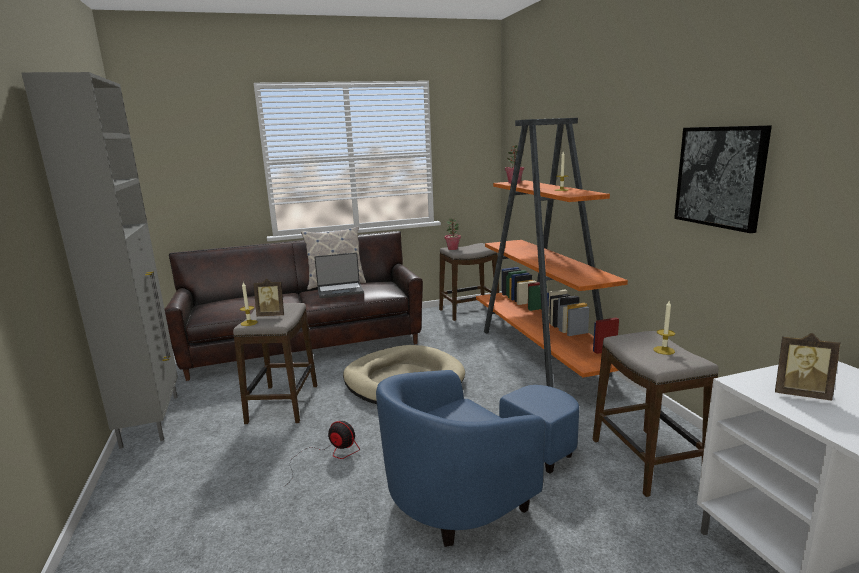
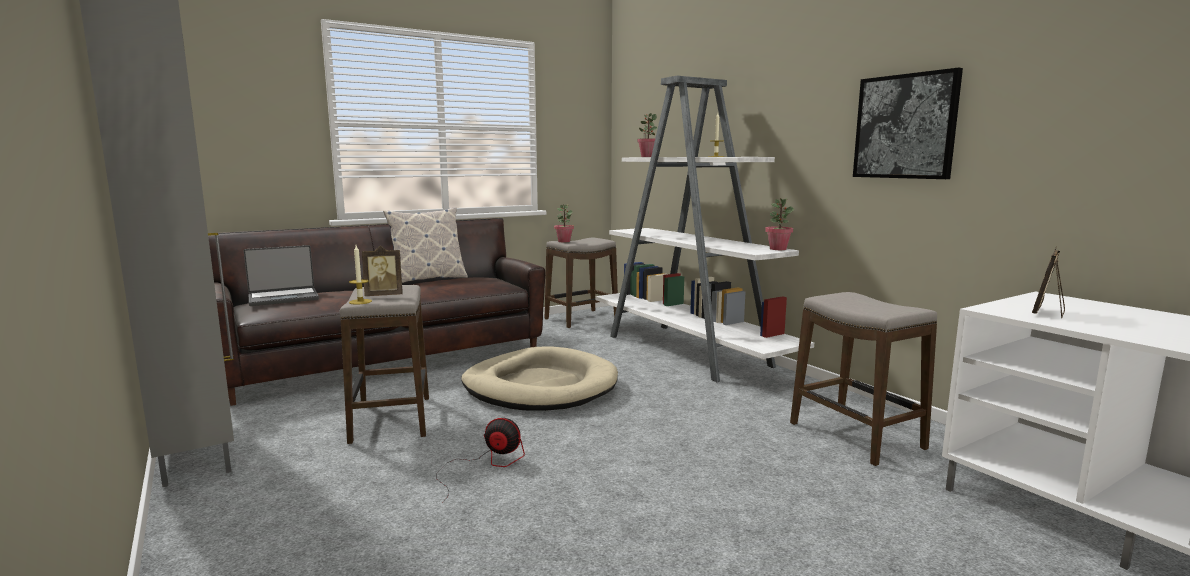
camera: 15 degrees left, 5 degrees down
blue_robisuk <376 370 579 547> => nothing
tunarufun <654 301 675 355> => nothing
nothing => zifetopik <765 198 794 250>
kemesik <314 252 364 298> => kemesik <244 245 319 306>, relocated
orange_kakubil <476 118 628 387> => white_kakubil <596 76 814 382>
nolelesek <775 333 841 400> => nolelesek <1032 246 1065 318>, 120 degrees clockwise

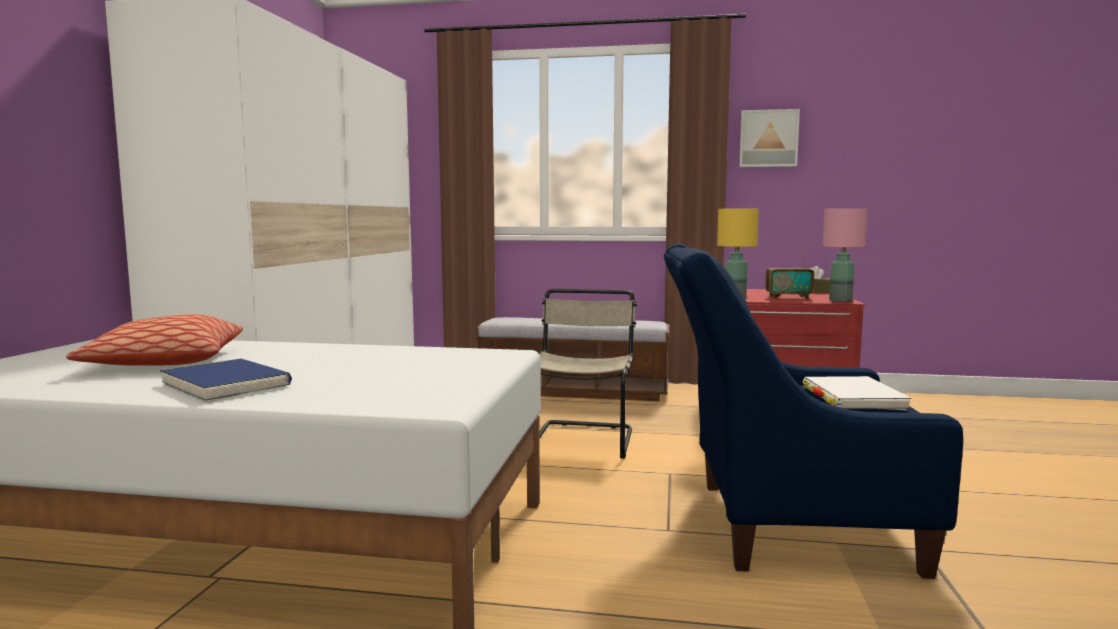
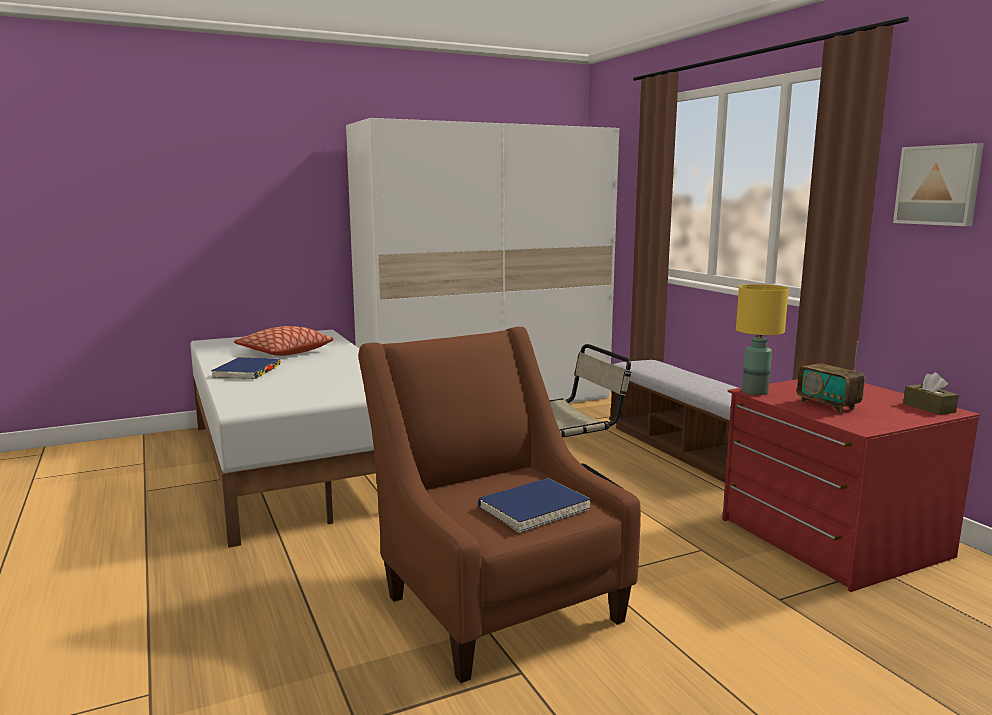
camera: 55 degrees right, 5 degrees up
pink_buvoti <823 208 868 302> => nothing
blue_robisuk <664 243 963 579> => brown_robisuk <359 327 641 683>
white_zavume <803 376 911 411> => blue_zavume <478 478 591 533>

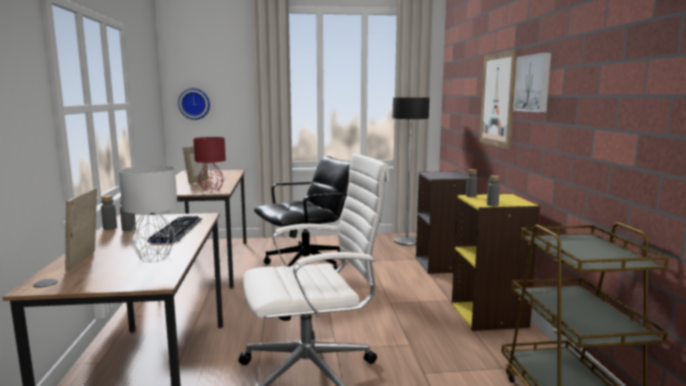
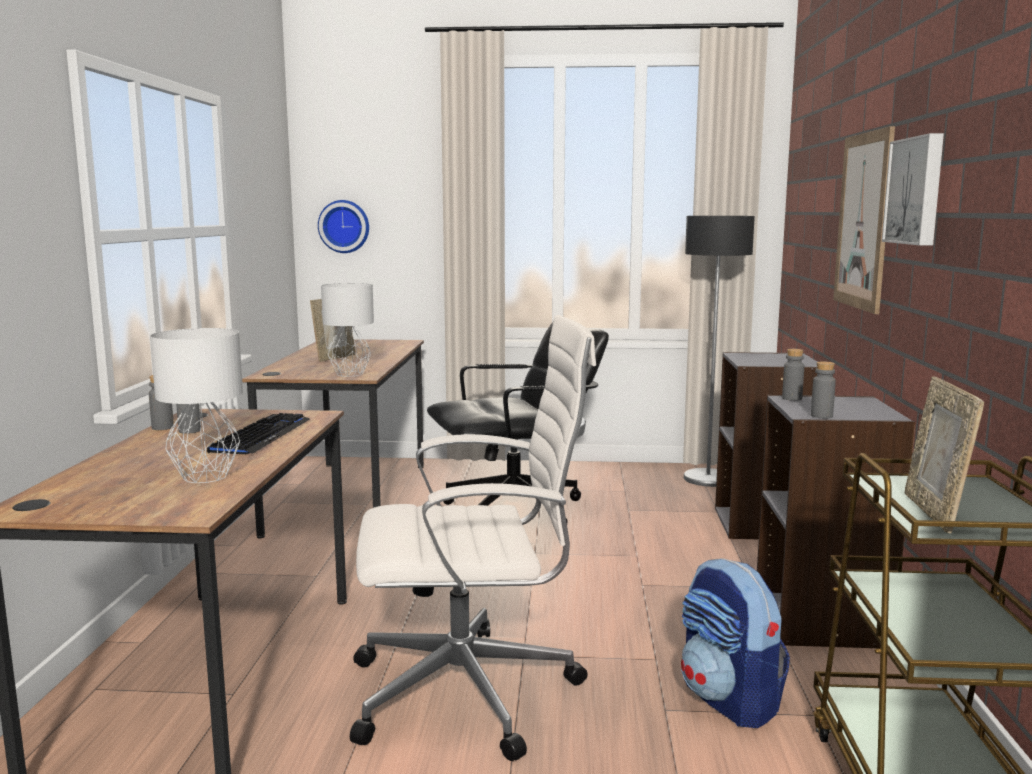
camera: 10 degrees right, 0 degrees up
nothing => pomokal <681 558 790 728>
nolelesek <65 188 97 272> => nolelesek <905 376 984 533>, relocated
red_buvoti <193 137 226 192> => grey_buvoti <321 283 374 377>
yellow_kakubil <452 193 541 331> => grey_kakubil <757 395 915 648>

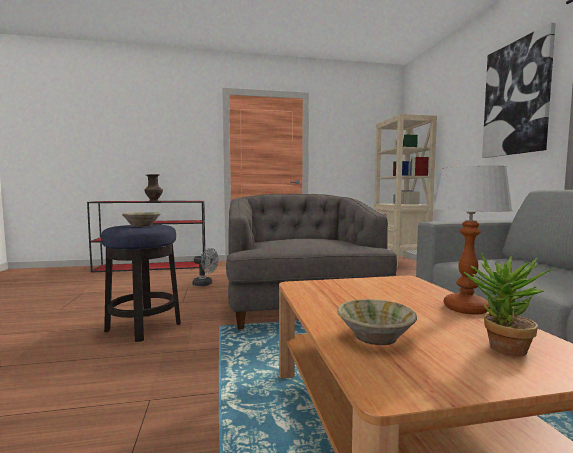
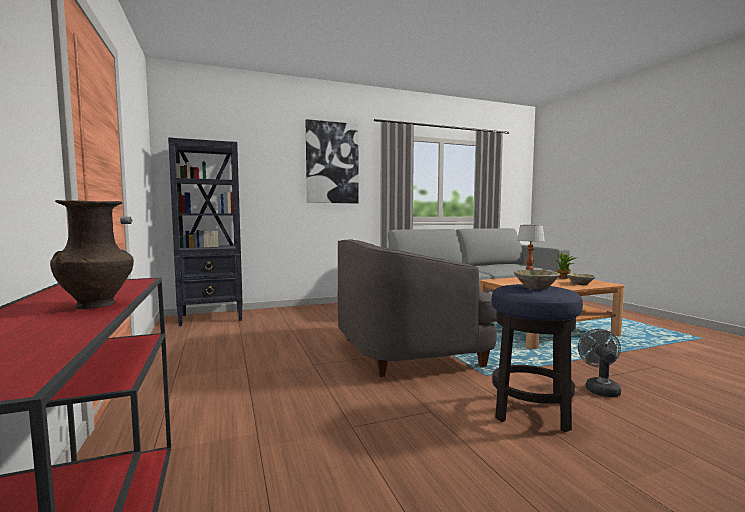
camera: 100 degrees left, 0 degrees up
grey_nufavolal <192 248 218 286> => grey_nufavolal <578 329 621 397>, relocated
beige_kakubil <374 114 437 267> => black_kakubil <168 137 243 326>

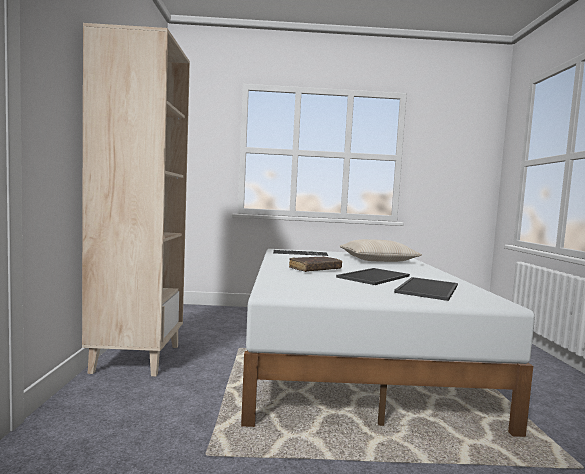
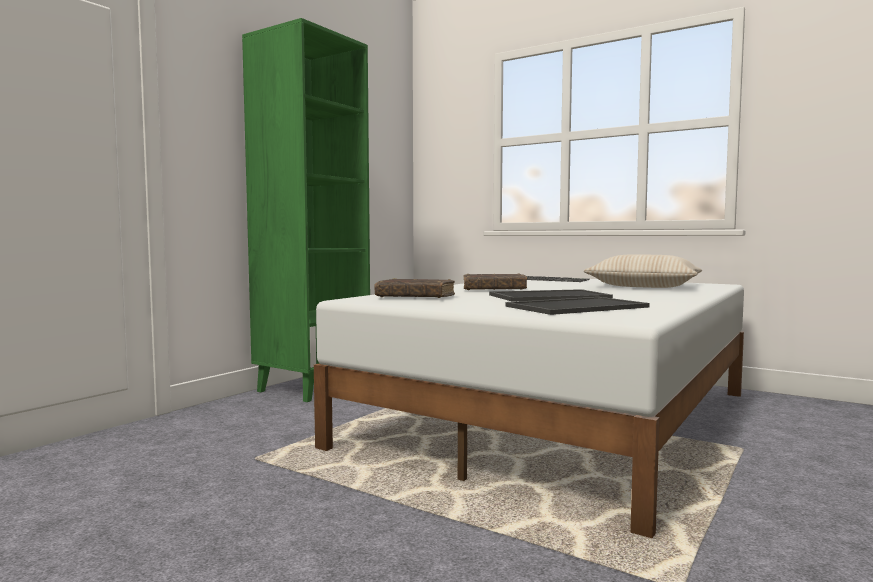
camera: 35 degrees right, 0 degrees up
nothing => brown_zavume <374 278 455 298>
beige_kakubil <82 23 190 376> => green_kakubil <242 18 370 402>

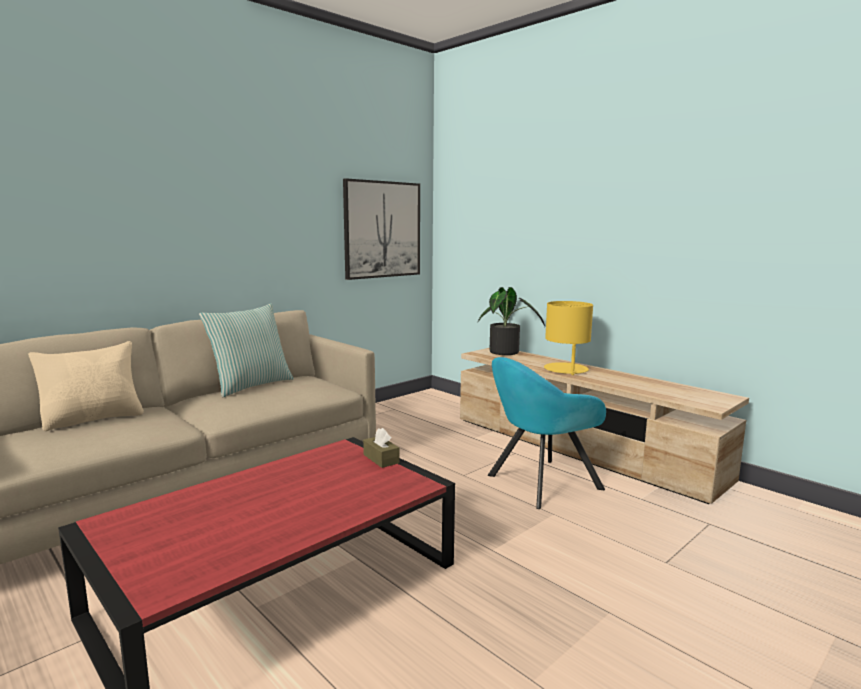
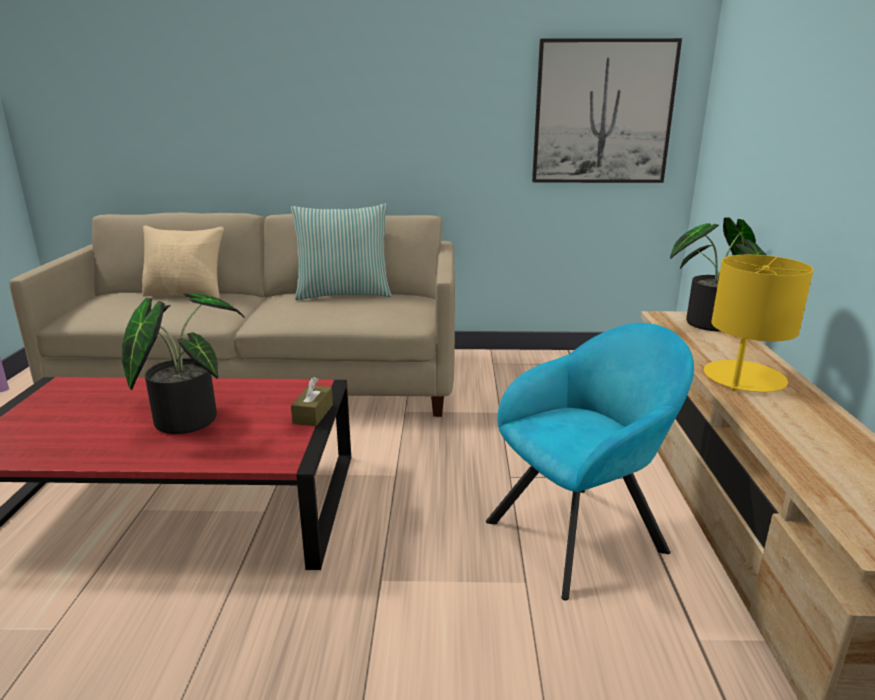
camera: 45 degrees right, 10 degrees up
nothing => zifetopik <122 293 245 434>
turquoise_robisuk <488 357 606 509> => turquoise_robisuk <486 323 694 600>, 135 degrees clockwise

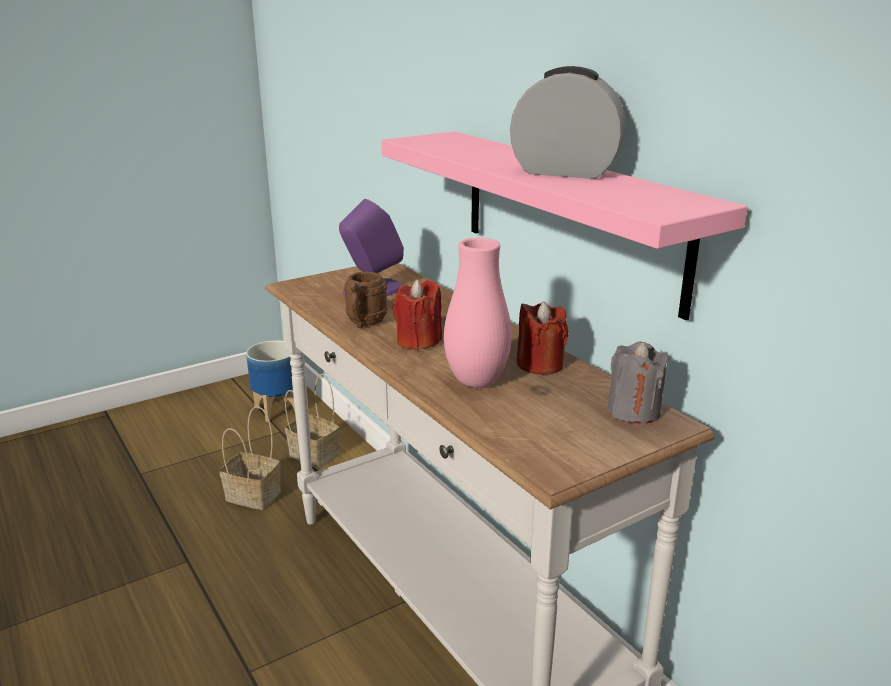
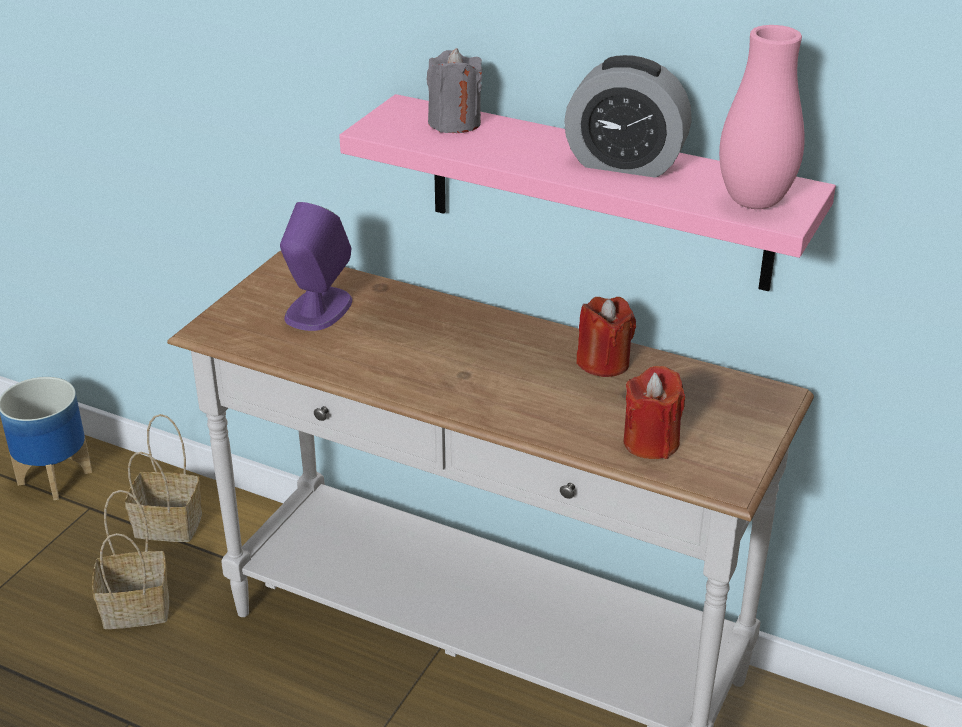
camera: 30 degrees left, 10 degrees up
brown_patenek <344 272 388 328> => nothing
red_tunarufun <393 279 442 350> => red_tunarufun <624 366 685 459>, relocated
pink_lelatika <444 238 512 388> => pink_lelatika <719 25 805 209>, relocated
grey_tunarufun <607 341 669 424> => grey_tunarufun <426 48 483 133>, relocated
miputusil <510 66 626 179> => miputusil <564 55 692 178>, 150 degrees counterclockwise

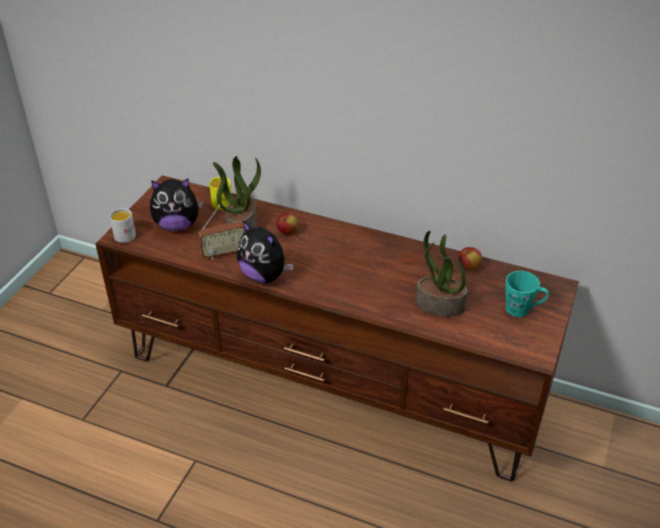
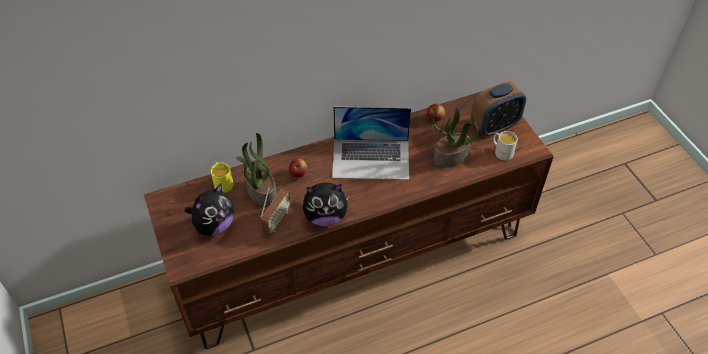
camera: 45 degrees left, 10 degrees up
nothing => kemesik <332 106 411 180>
white_patenek <110 208 136 243> => white_patenek <493 131 518 160>, relocated
turquoise_patenek <505 271 549 317> => miputusil <470 81 526 137>

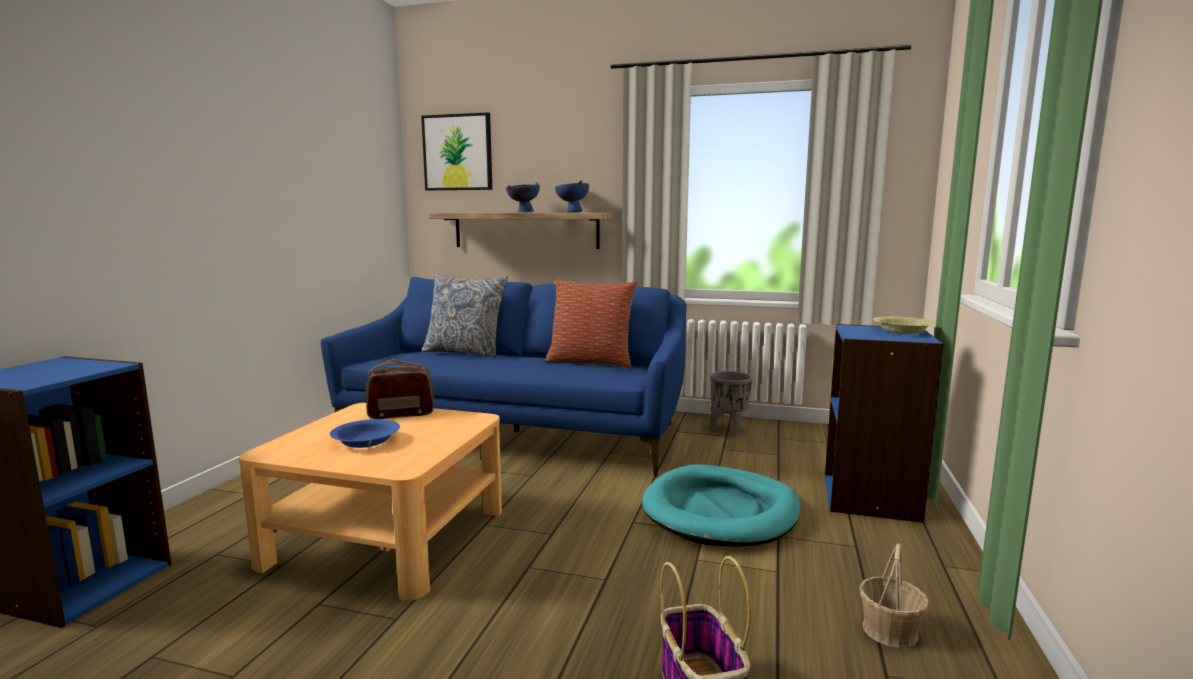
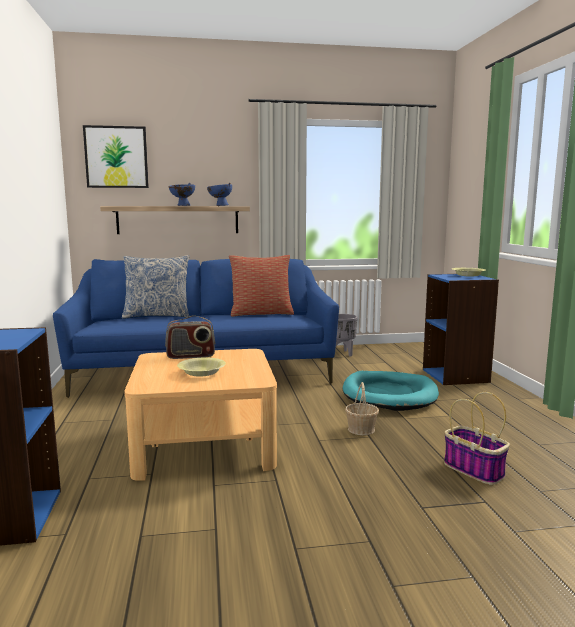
camera: 25 degrees left, 0 degrees up
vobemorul <859 543 929 648> => vobemorul <345 382 379 435>, relocated
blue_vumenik <330 419 400 448> => yellow_vumenik <177 358 226 376>
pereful <365 359 435 419> => pereful <165 315 215 359>, 150 degrees counterclockwise

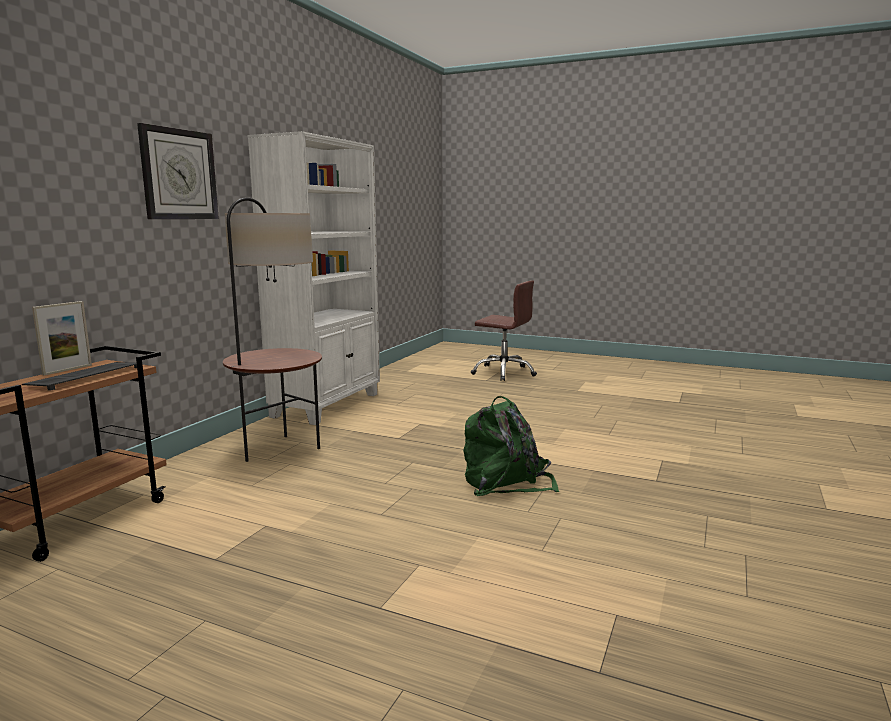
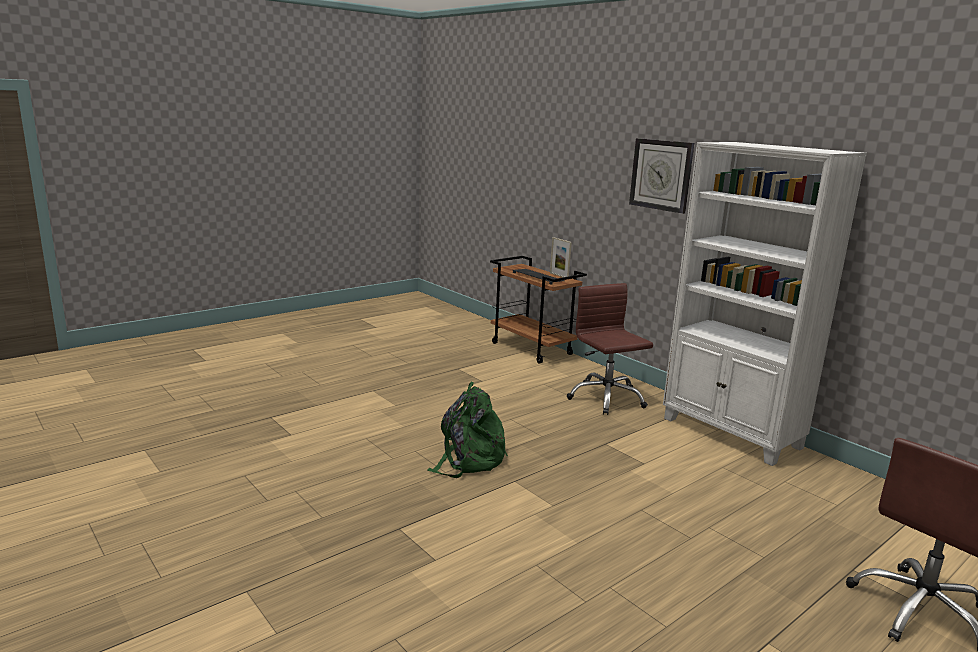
camera: 115 degrees right, 5 degrees up
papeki <223 197 322 462> => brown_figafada <566 283 653 415>

